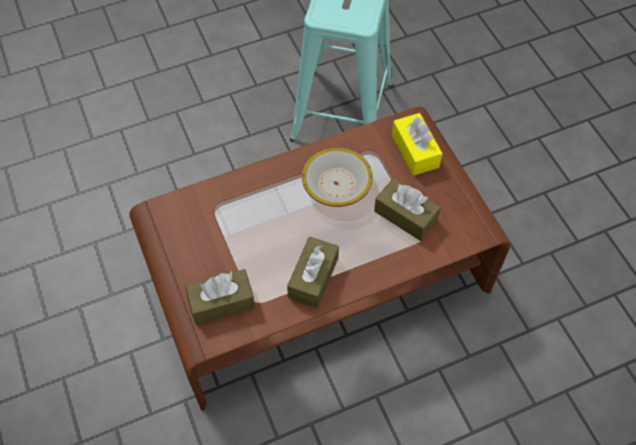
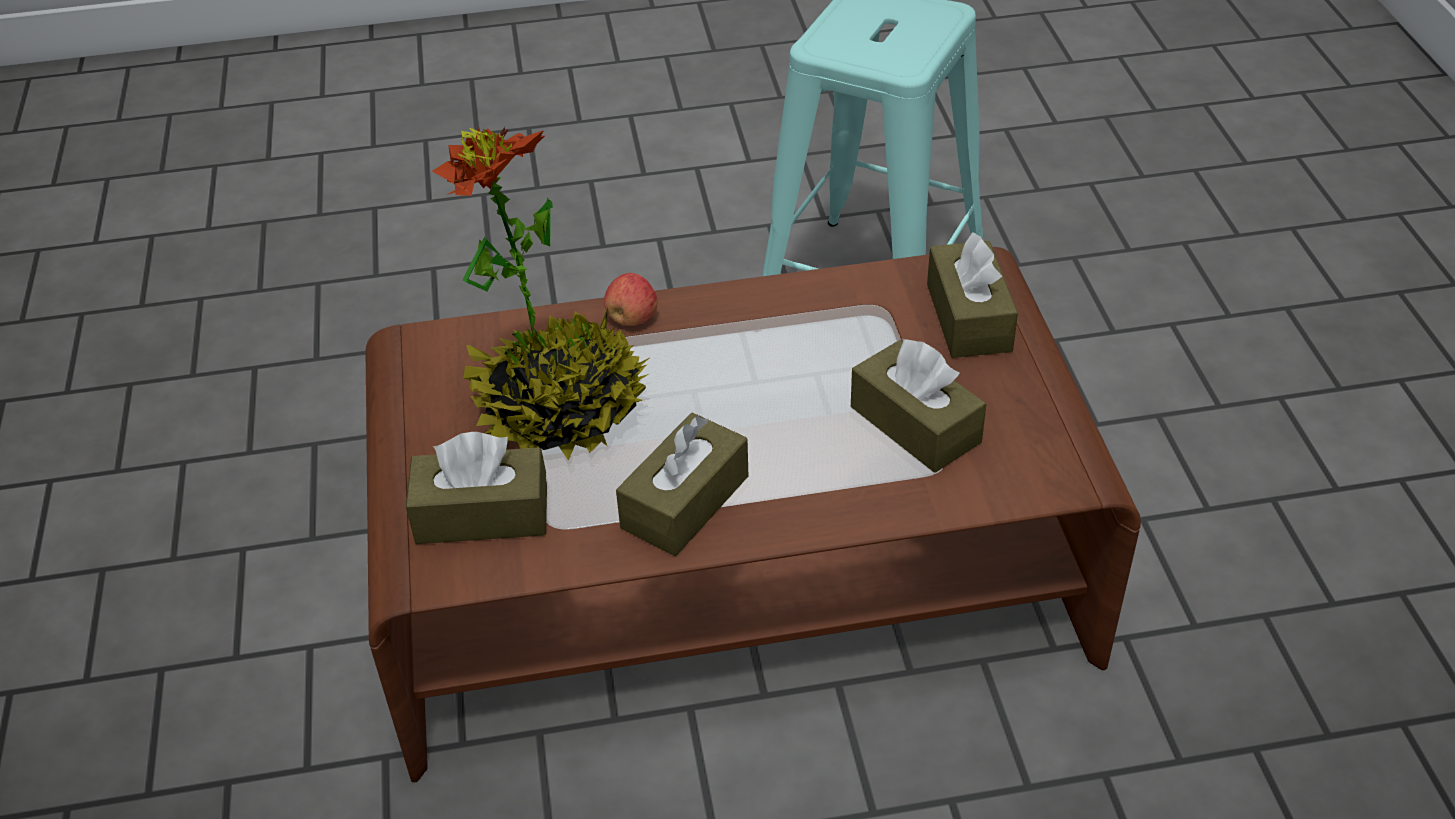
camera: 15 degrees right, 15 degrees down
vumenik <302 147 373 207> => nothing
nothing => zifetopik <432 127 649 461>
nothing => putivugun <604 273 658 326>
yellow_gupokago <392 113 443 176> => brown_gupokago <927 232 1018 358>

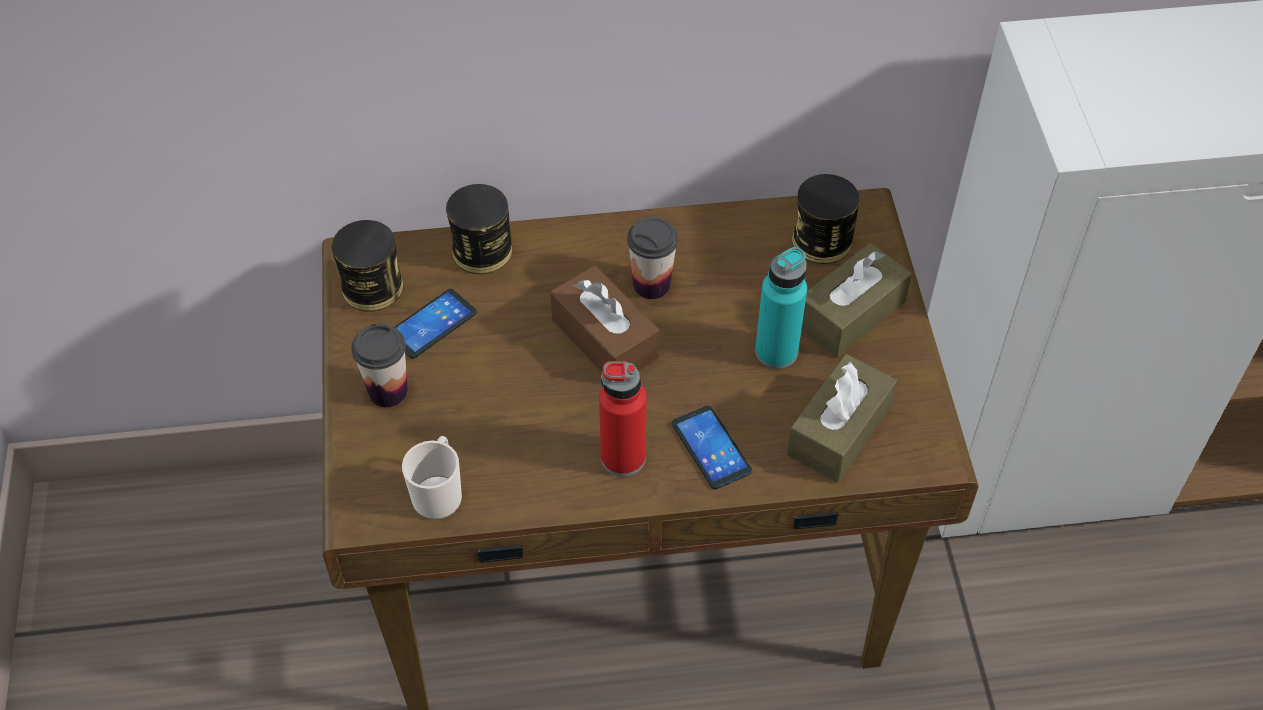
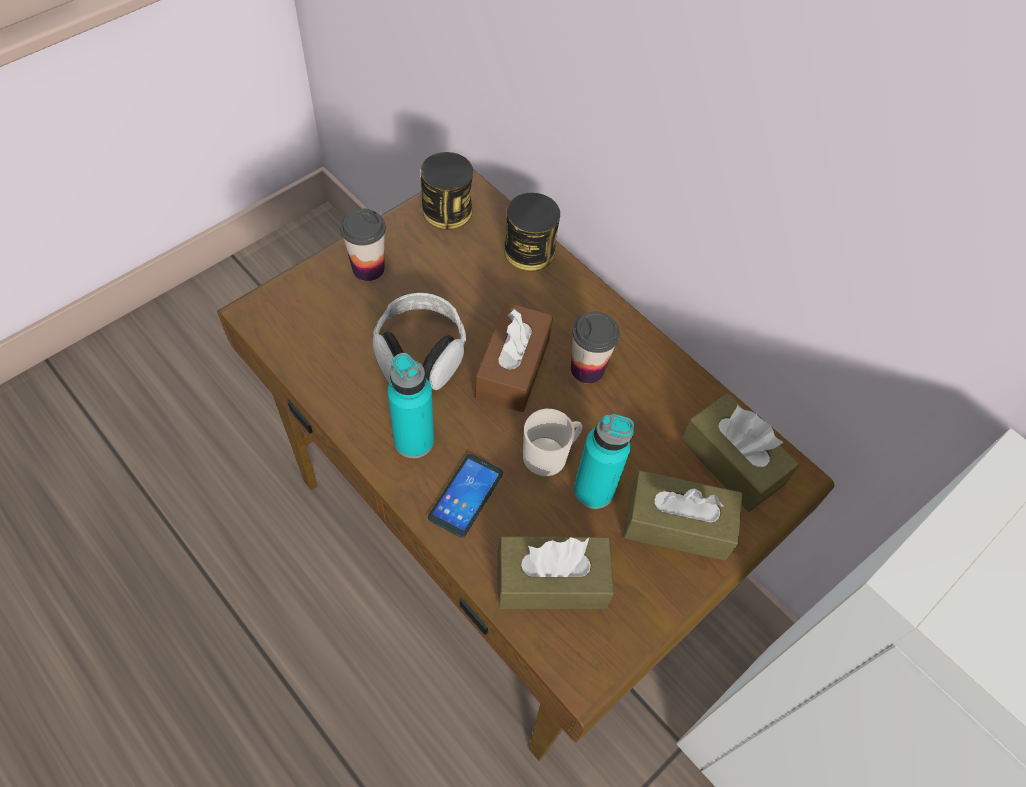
camera: 50 degrees right, 5 degrees up
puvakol <395 289 477 359> => nothing
nothing => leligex <373 293 466 390>
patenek <402 436 462 520> => patenek <523 409 583 477>, relocated
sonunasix <792 174 859 264> => brown_gupokago <681 394 799 512>
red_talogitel <599 361 647 477> => turquoise_talogitel <387 353 434 458>

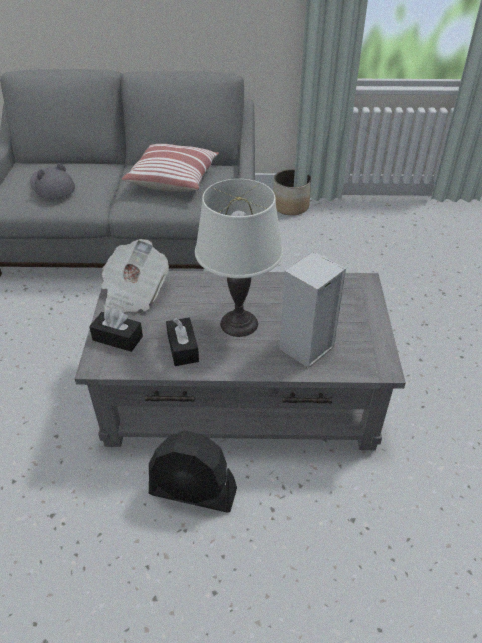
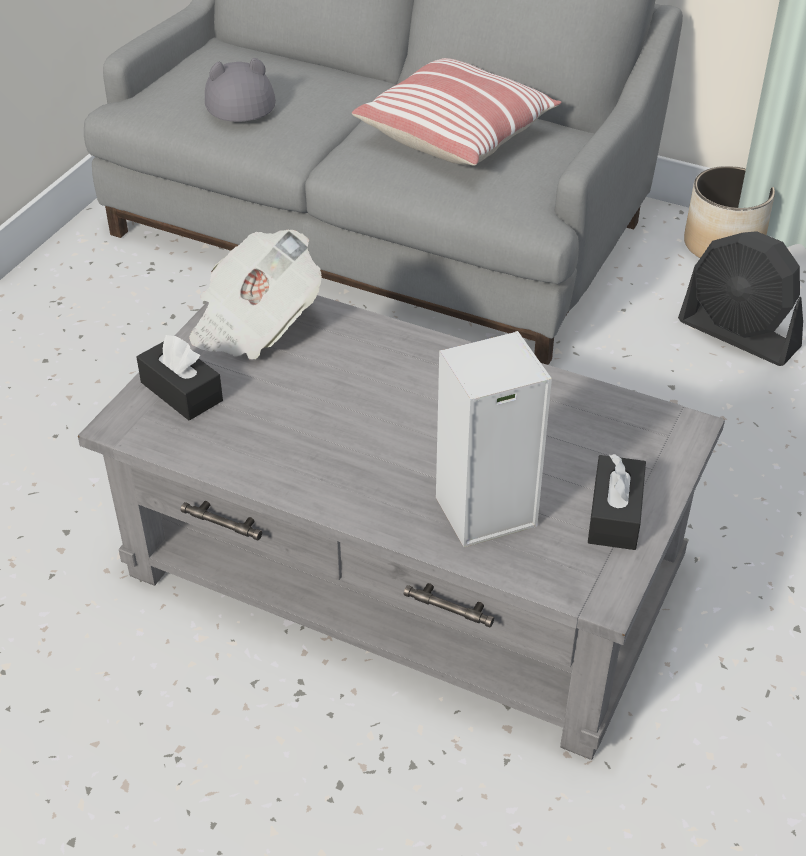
camera: 25 degrees right, 0 degrees up
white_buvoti <195 179 283 337> => nothing
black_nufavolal <149 431 237 512> => black_nufavolal <678 231 803 366>, relocated
black_gupokago <166 317 199 366> => black_gupokago <588 454 646 550>, relocated

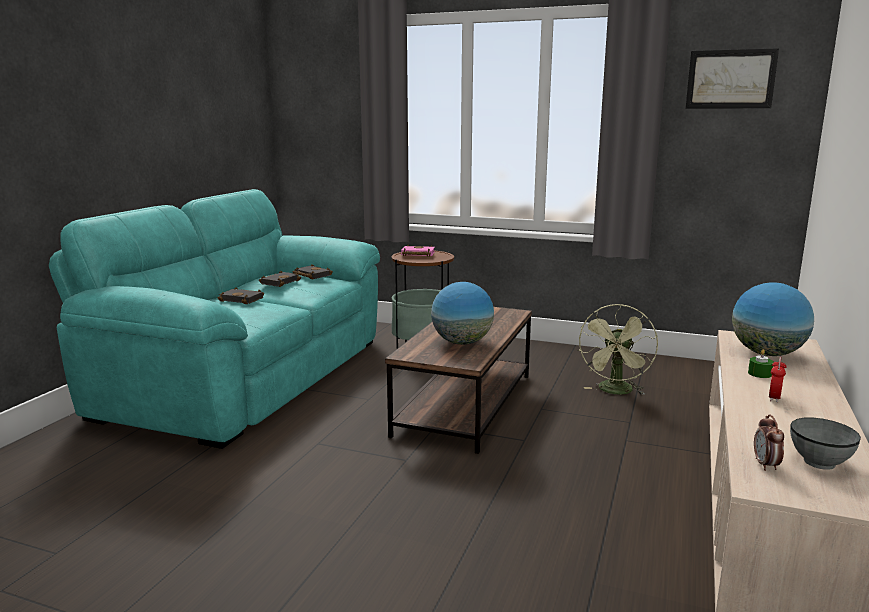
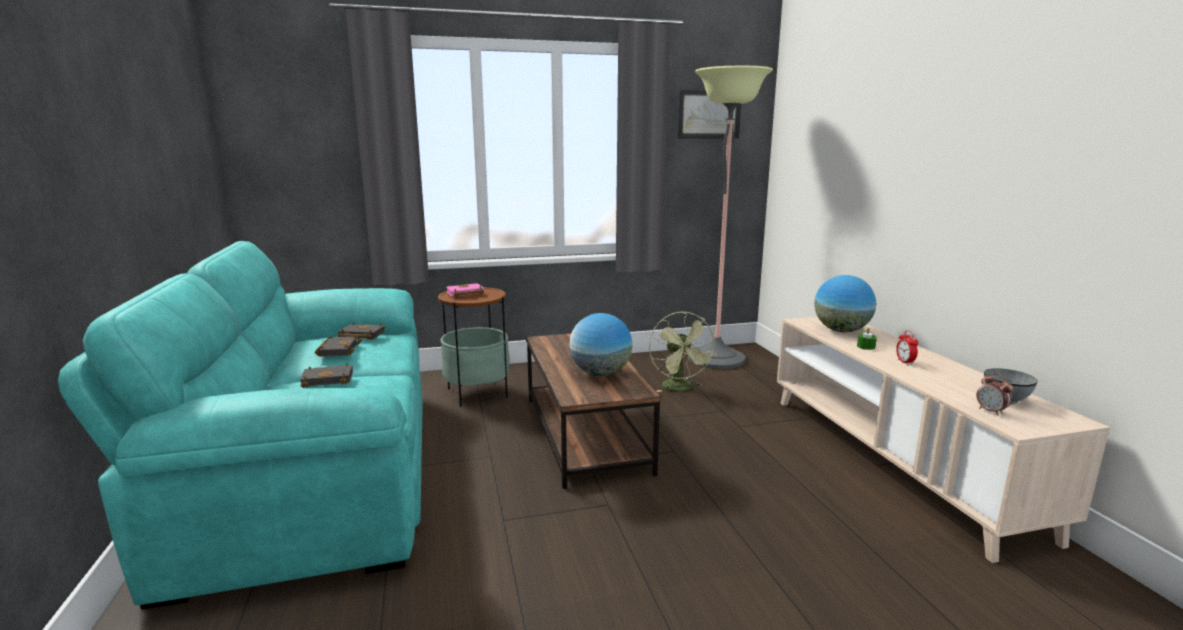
camera: 35 degrees left, 0 degrees up
nothing => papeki <688 65 773 369>

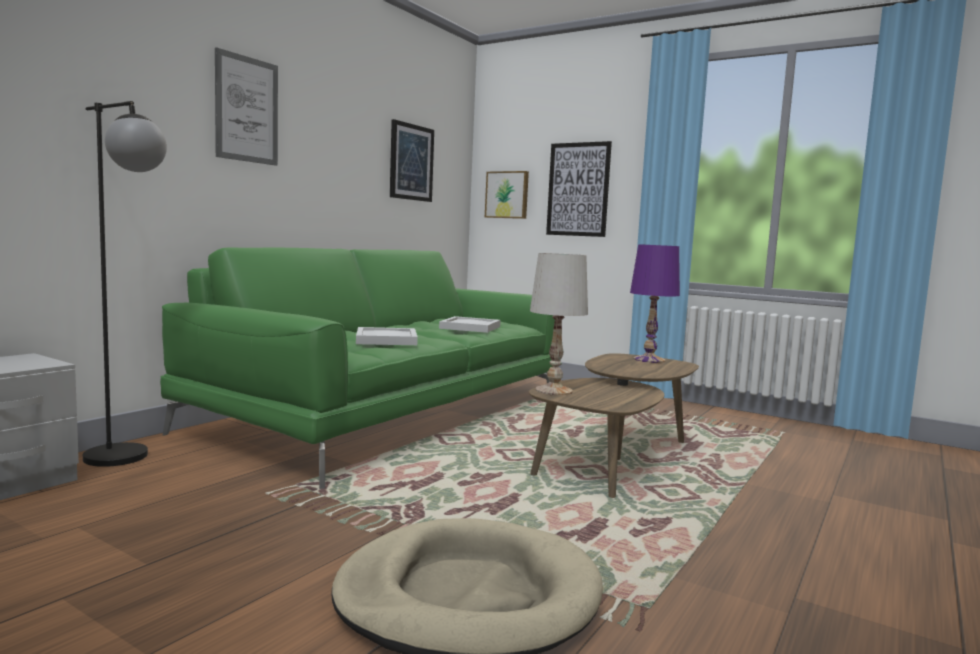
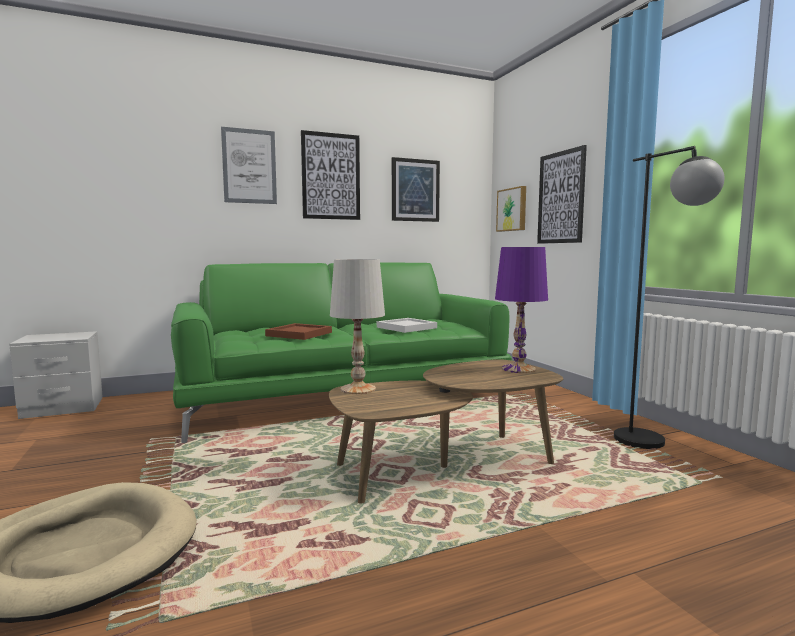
camera: 35 degrees right, 0 degrees up
nothing => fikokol <301 130 360 220>
black_papeki <83 101 167 467> => black_papeki <614 146 724 449>, relocated
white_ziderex <356 327 418 345> => brown_ziderex <265 323 332 340>

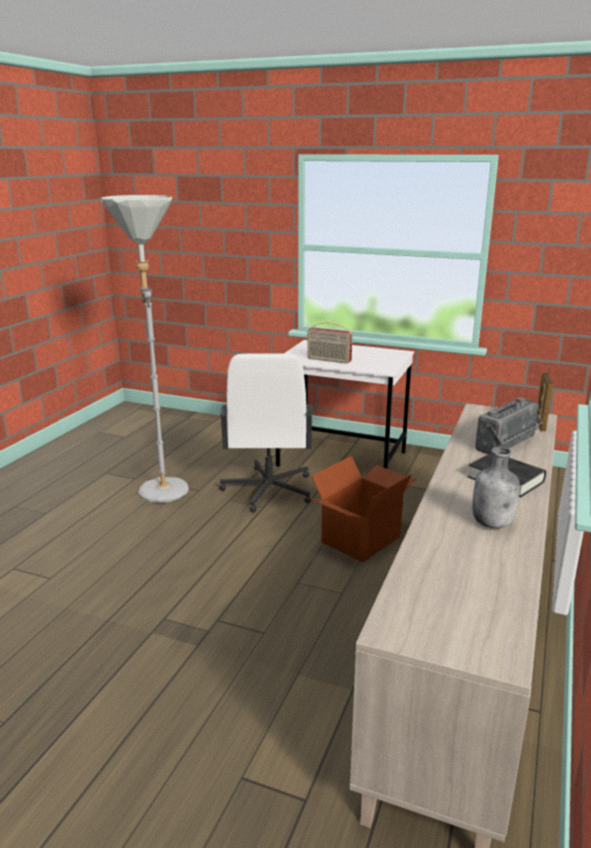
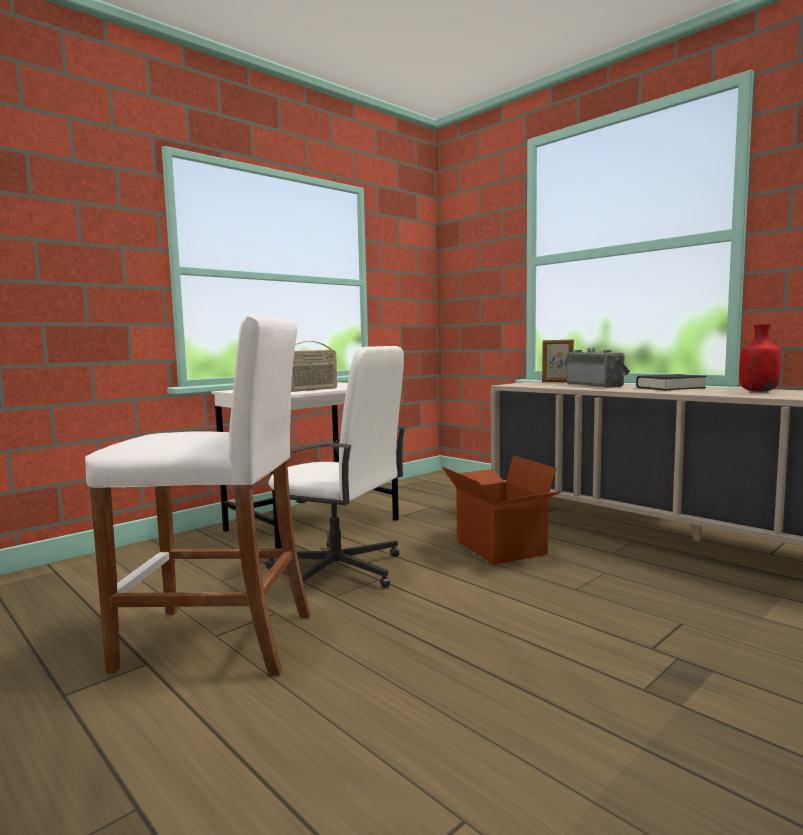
camera: 65 degrees left, 15 degrees down
grey_papeki <101 195 189 503> => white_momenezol <85 315 311 676>
grey_talogitel <473 447 520 528> => red_talogitel <739 324 782 392>

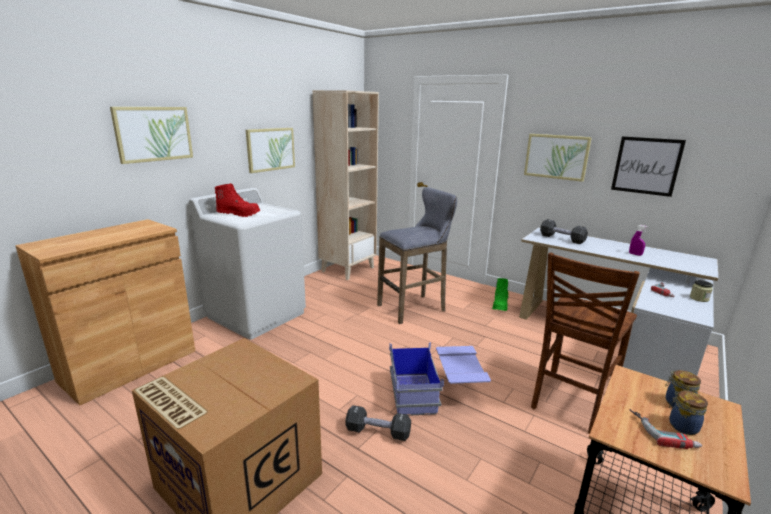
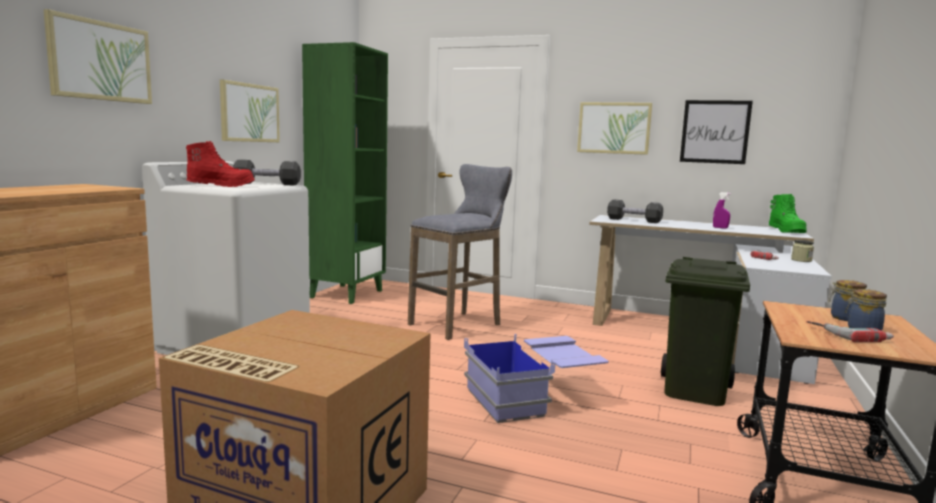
camera: 15 degrees left, 10 degrees down
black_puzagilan <346 405 411 441> => black_puzagilan <233 160 301 185>, relocated
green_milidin <492 278 509 311> => green_milidin <769 194 807 233>, relocated
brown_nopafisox <531 253 640 434> => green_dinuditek <661 257 750 406>
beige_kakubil <313 90 379 280> => green_kakubil <302 42 388 304>

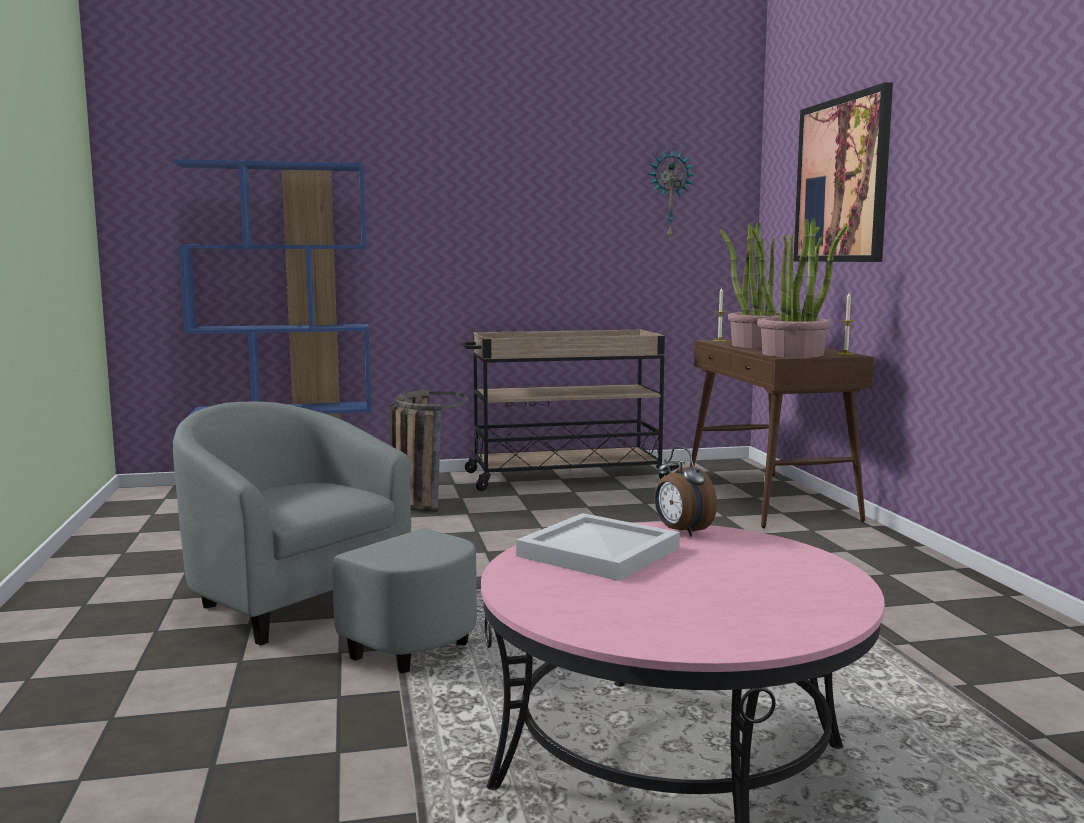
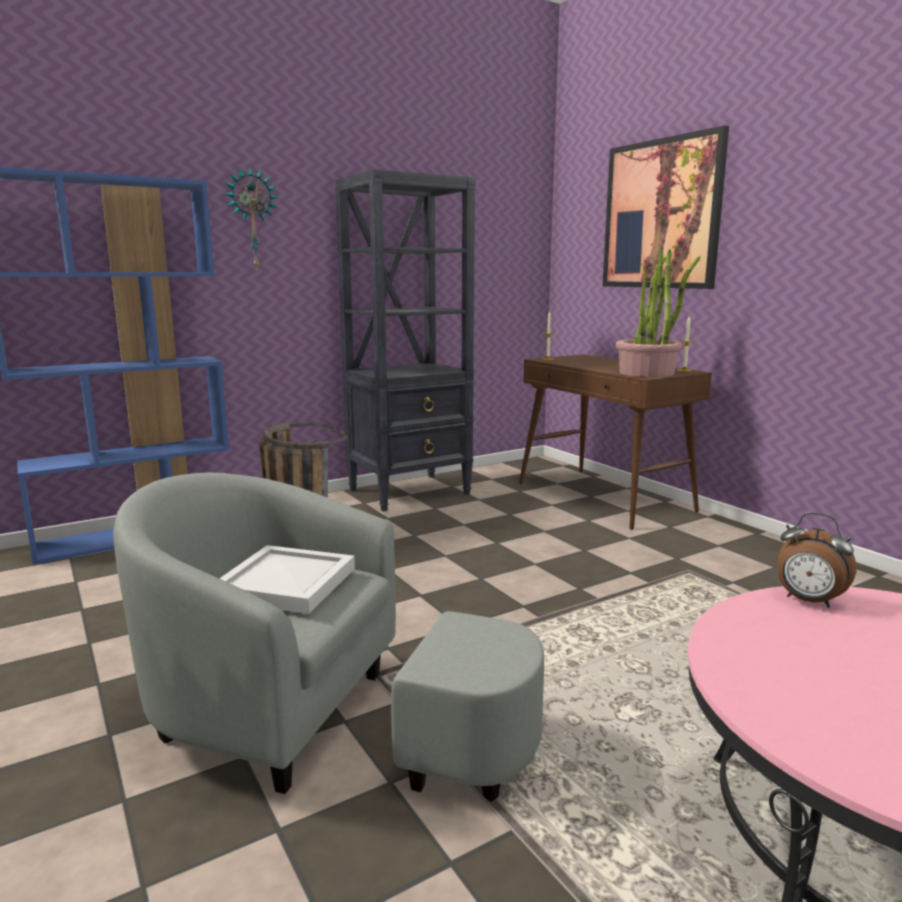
camera: 20 degrees left, 5 degrees up
zifetopik <720 222 780 348> => nothing
white_ziderex <516 513 680 581> => white_ziderex <219 545 355 614>, relocated
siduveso <649 148 695 238> => siduveso <224 166 279 269>, relocated
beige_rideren <461 330 669 491> => black_kakubil <335 169 476 511>

